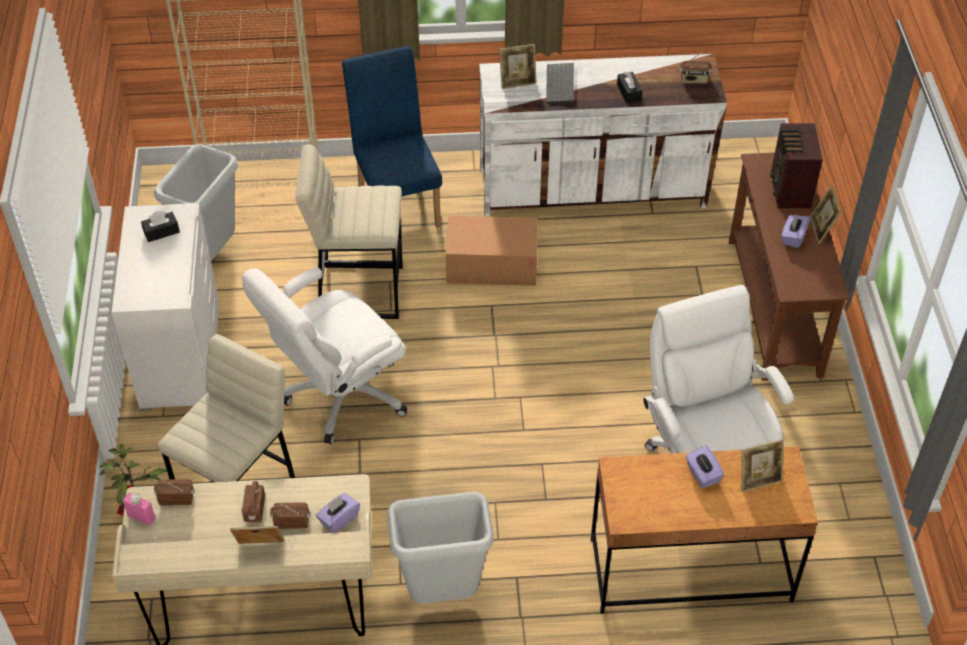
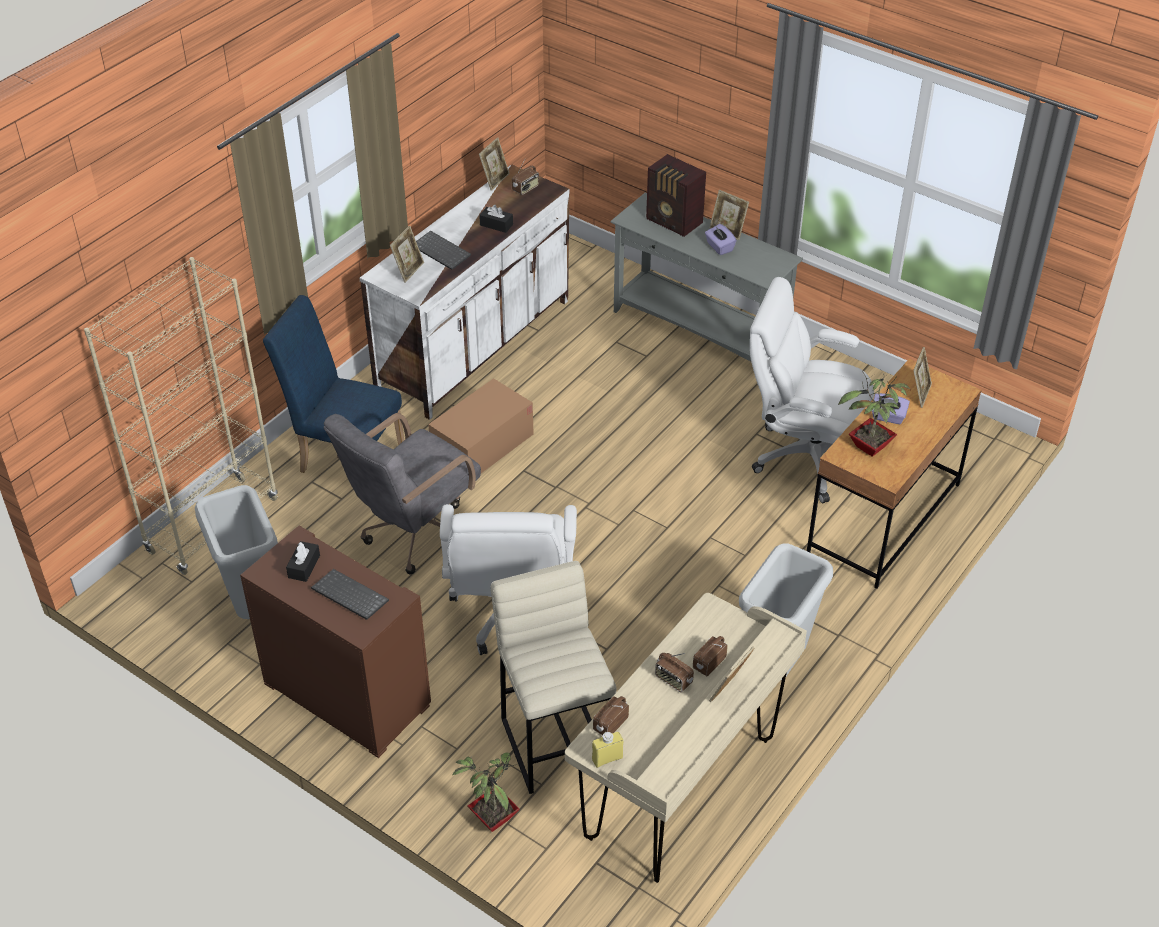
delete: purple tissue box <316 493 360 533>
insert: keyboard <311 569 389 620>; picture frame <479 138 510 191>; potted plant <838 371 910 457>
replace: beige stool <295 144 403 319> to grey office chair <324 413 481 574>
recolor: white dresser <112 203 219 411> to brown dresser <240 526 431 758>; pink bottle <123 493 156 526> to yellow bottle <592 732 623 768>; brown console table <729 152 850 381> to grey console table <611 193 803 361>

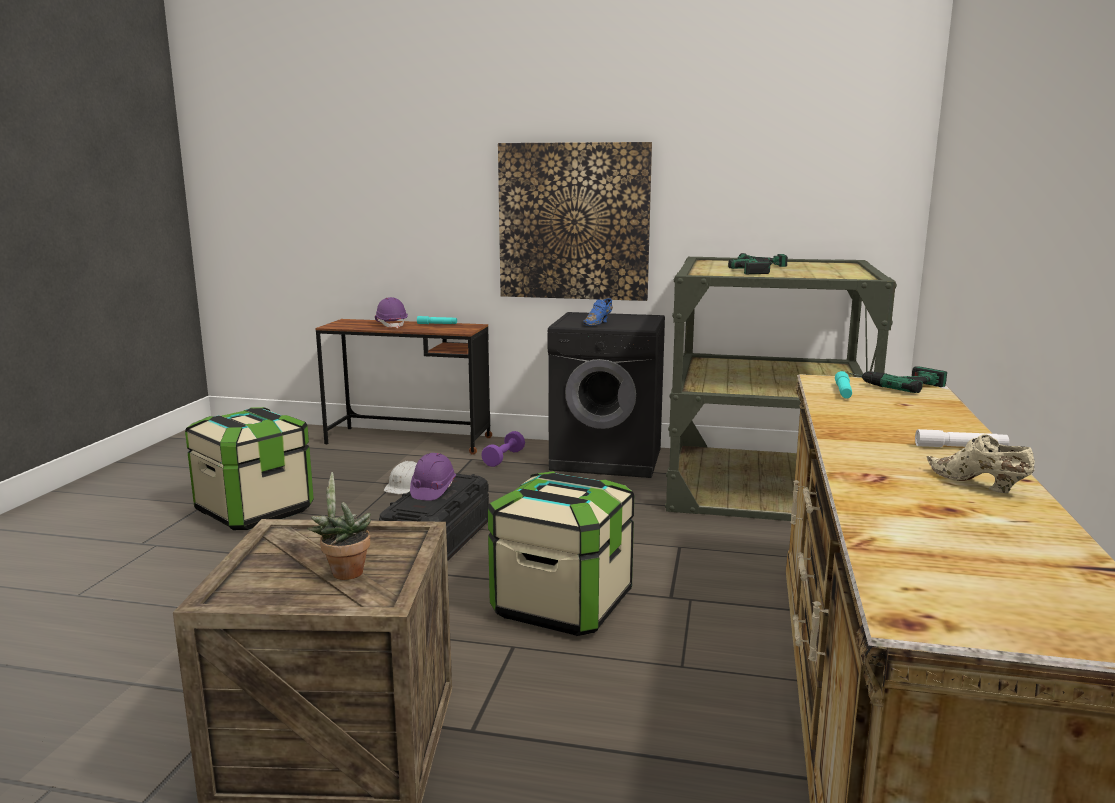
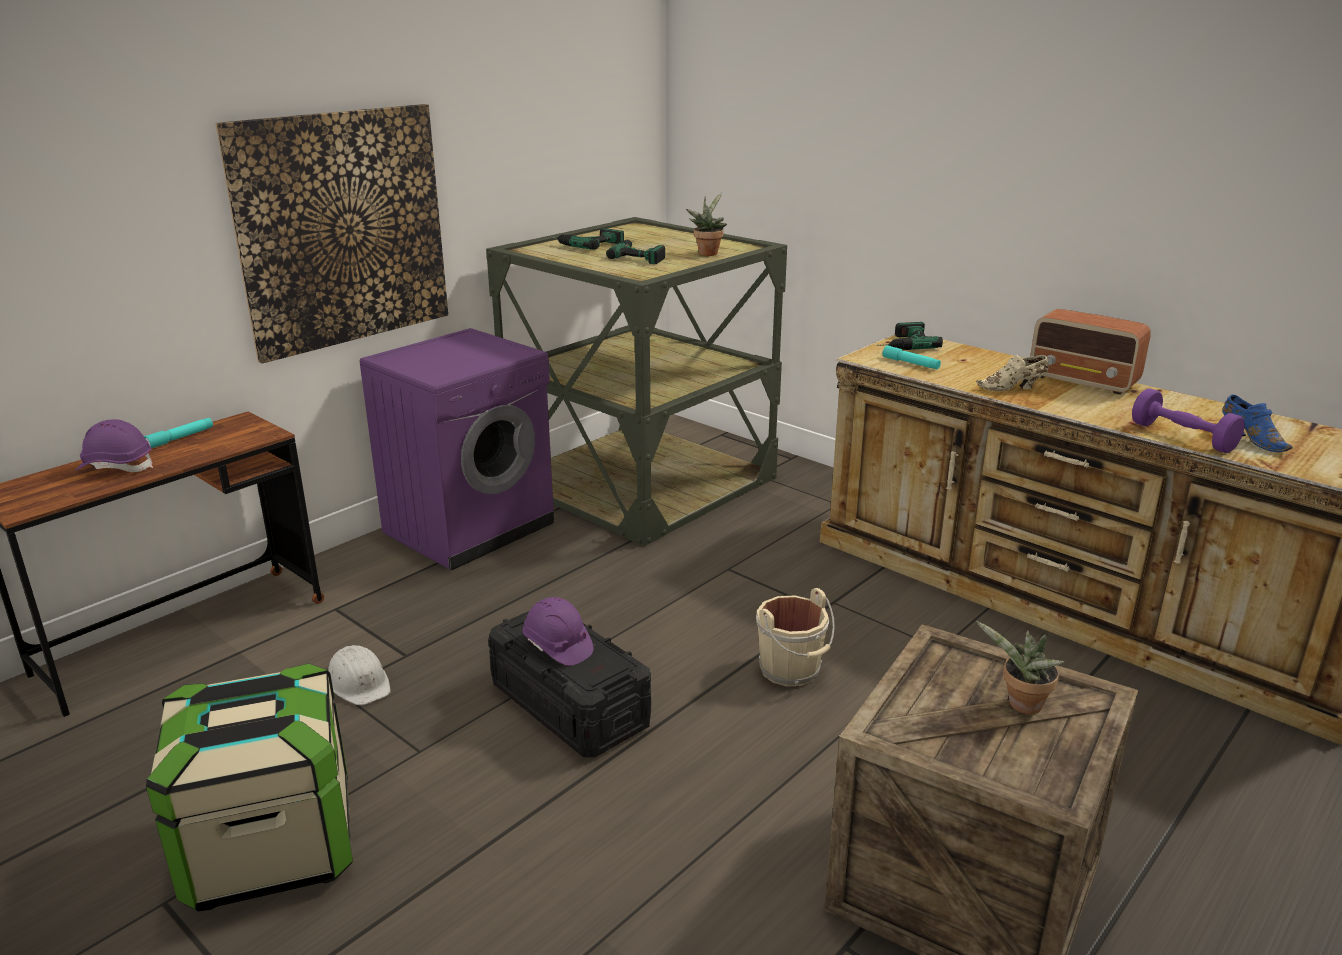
insert: potted plant <686 193 727 256>
move: purple dumbbell <481 431 525 467> to <1132 389 1245 453>; blue shoe <583 298 613 326> to <1222 394 1293 452>; beige shoe <927 434 1035 493> to <976 355 1049 391>
replace: storage box <488 471 634 636> to beige bucket <756 588 835 687>; white flashlight <915 429 1009 447> to radio <1030 309 1151 395>
recolor: black washing machine <548 312 665 478> to purple washing machine <360 328 554 570>

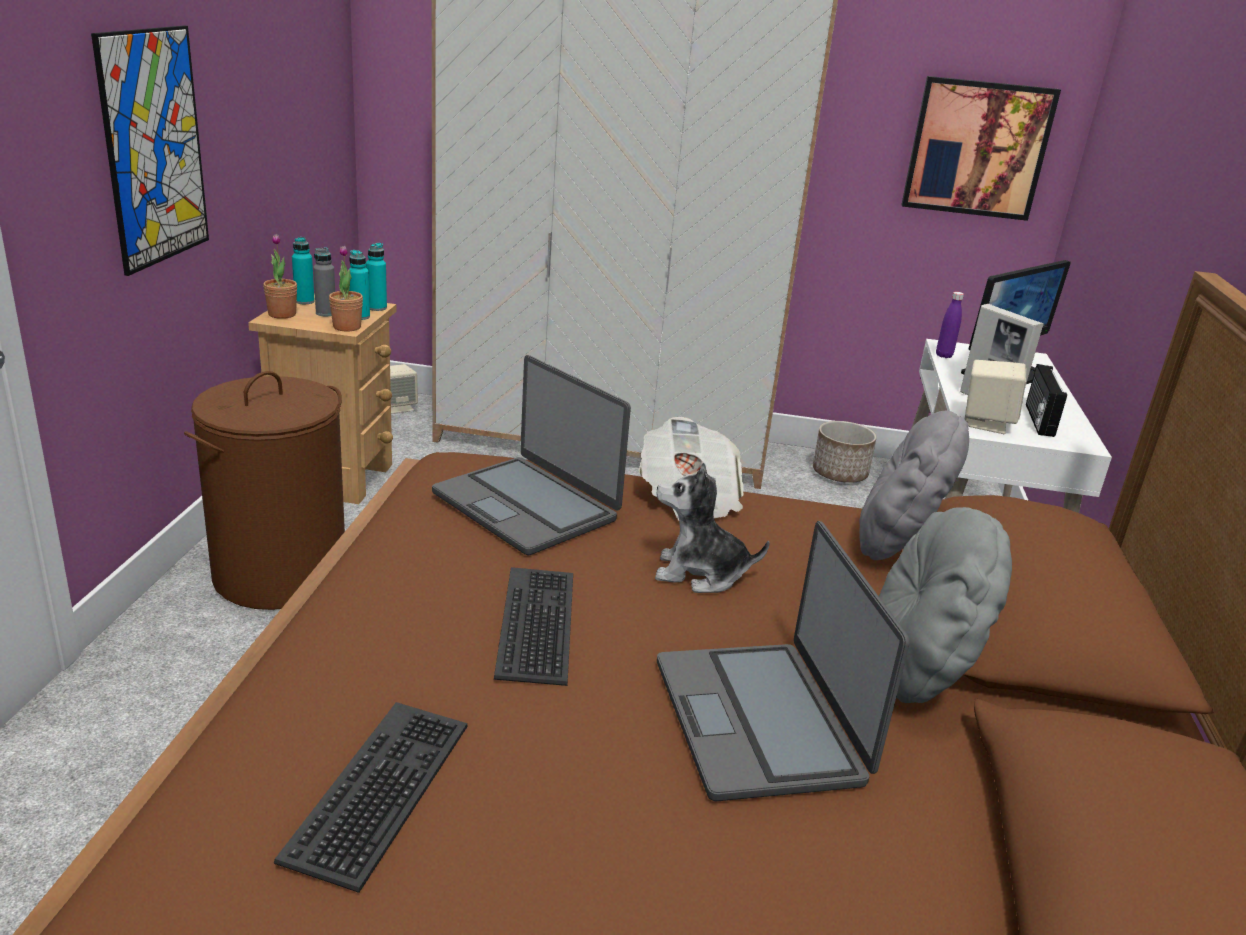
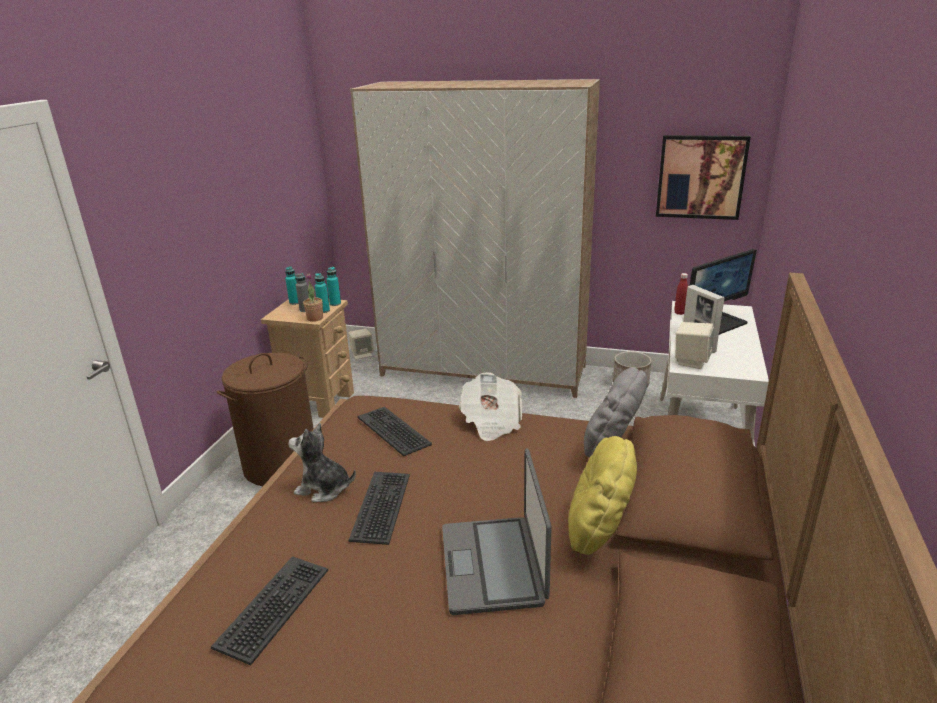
delete: picture <91 25 209 276>; potted plant <263 234 297 319>; radio <1026 364 1067 437>
move: plush toy <655 462 770 593> to <288 423 356 502>
replace: laptop <432 355 631 555> to keyboard <358 407 432 456>
recolor: grey pillow <879 507 1012 703> to yellow pillow <568 436 637 555>; purple bottle <936 292 964 358> to red bottle <674 273 688 315>

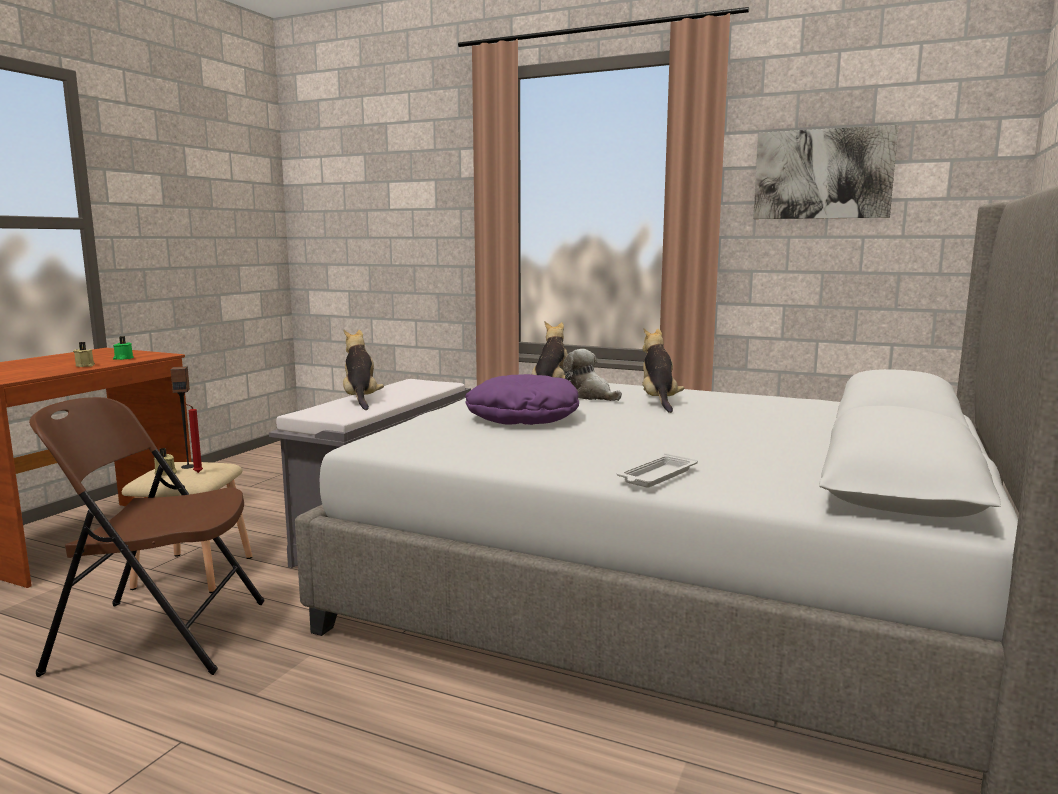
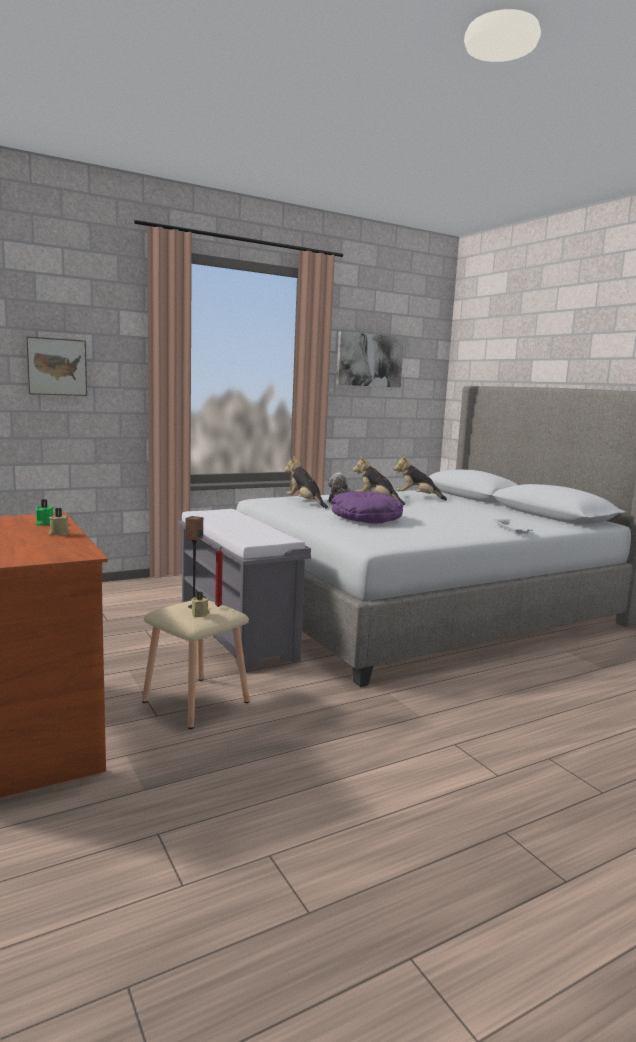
delete: brown chair <29 397 265 677>
insert: picture <26 336 87 396>
move: plush toy <343 330 384 410> to <394 456 447 500>

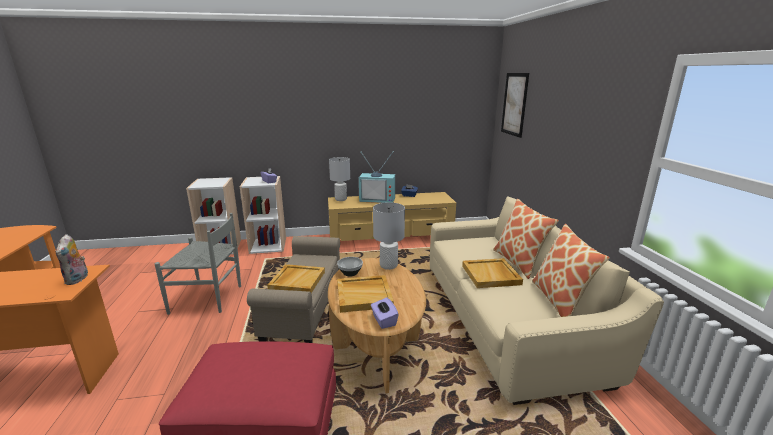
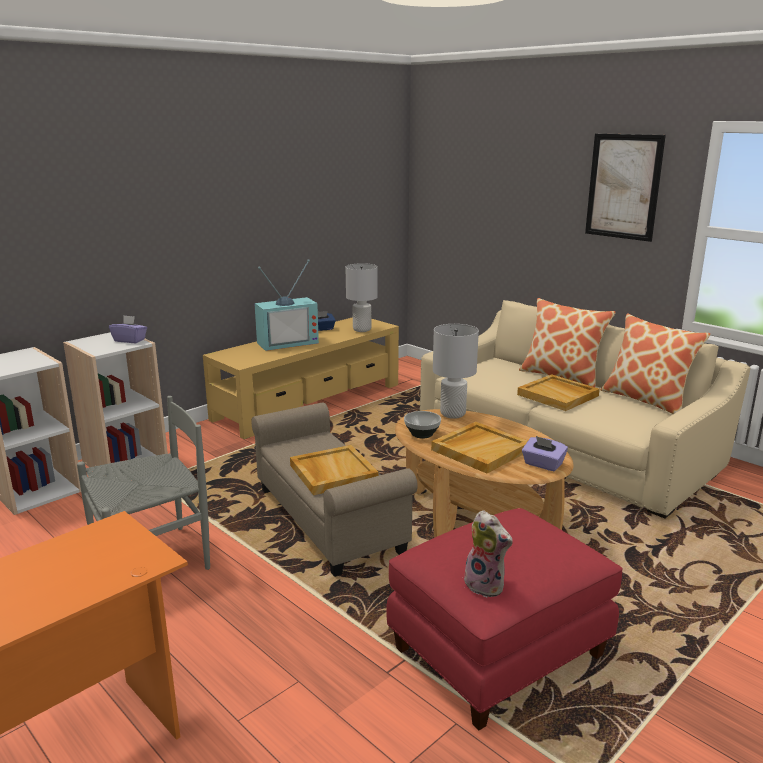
move: plush toy <56 234 88 285> to <464 510 513 598>; grey table lamp <329 157 350 201> to <346 263 378 332>; picture <501 73 529 138> to <585 133 666 242>

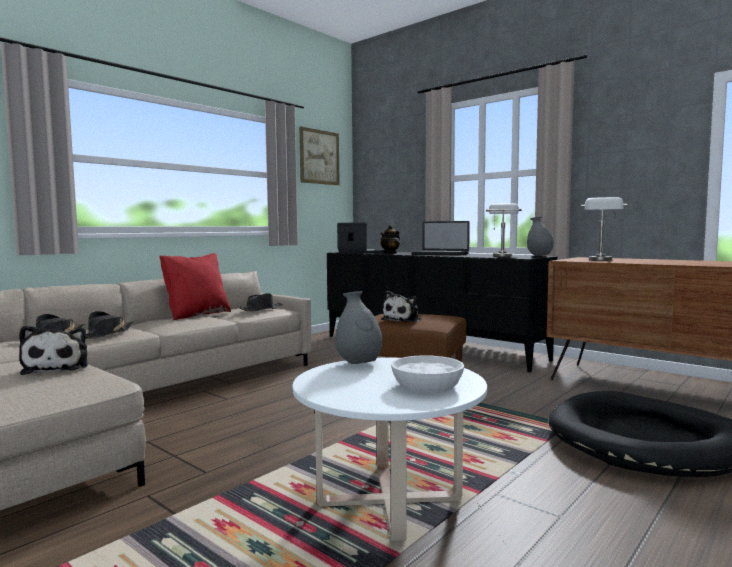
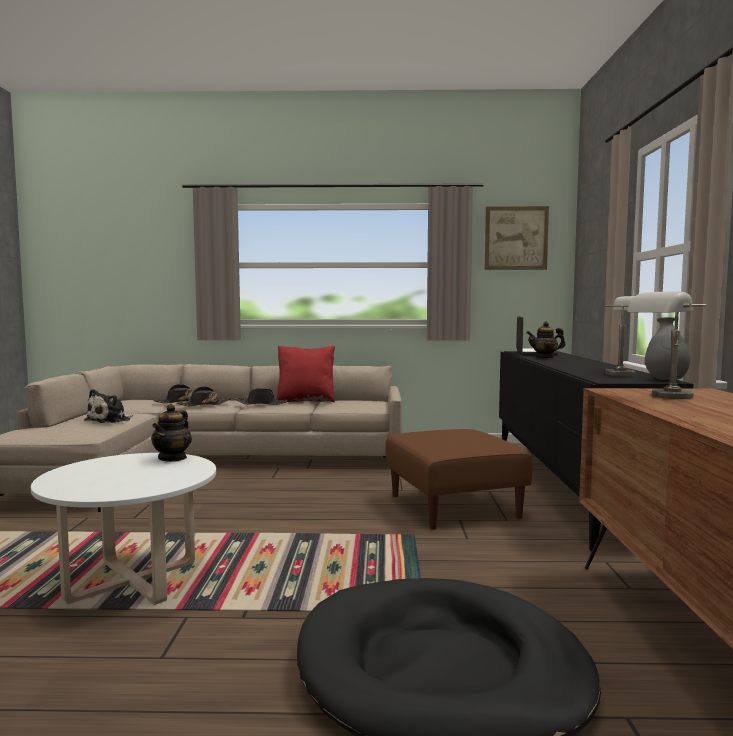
delete: plush toy <381 291 421 322>; white bowl <391 355 465 393>; laptop <412 221 470 256>
move: black hat <237 293 283 312> to <235 388 287 405>
replace: grey vase <335 291 382 364> to teapot <151 404 192 462>

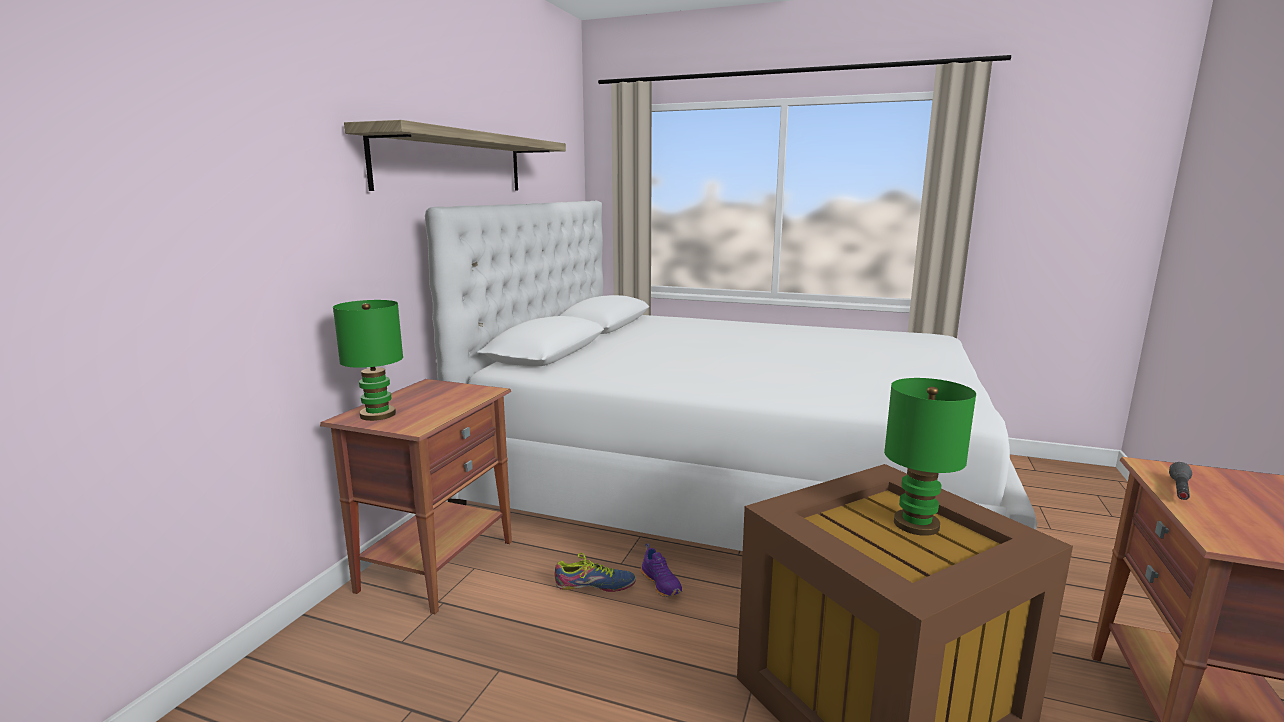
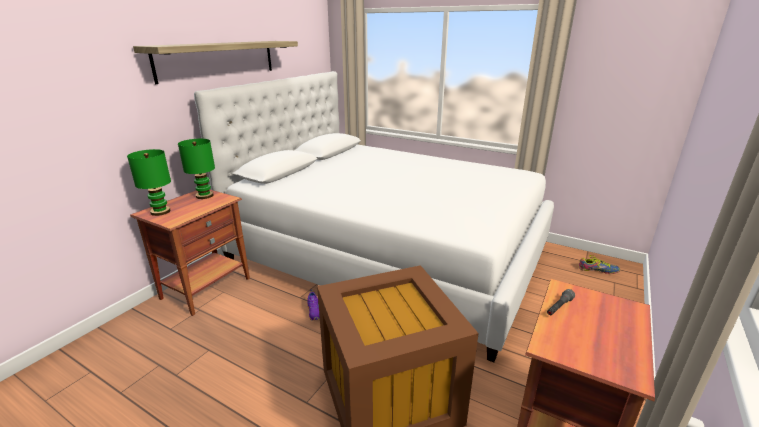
move: shoe <555 553 636 592> to <579 255 620 274>; green table lamp <884 378 976 536> to <178 139 215 199>

